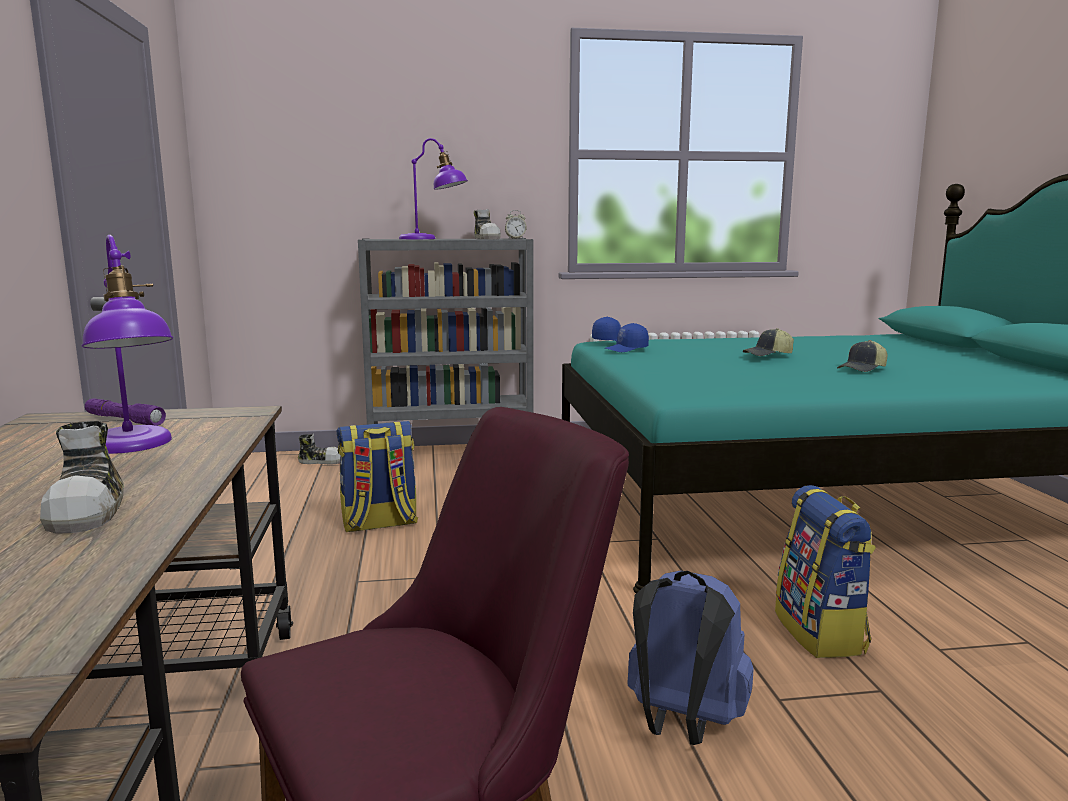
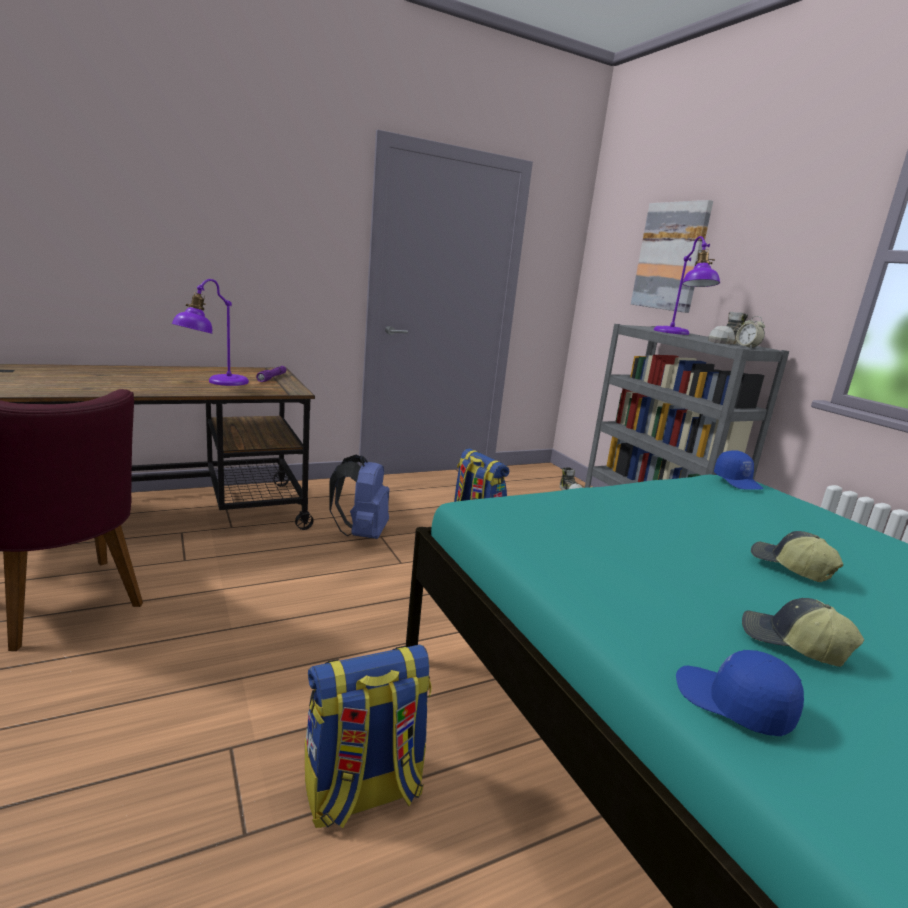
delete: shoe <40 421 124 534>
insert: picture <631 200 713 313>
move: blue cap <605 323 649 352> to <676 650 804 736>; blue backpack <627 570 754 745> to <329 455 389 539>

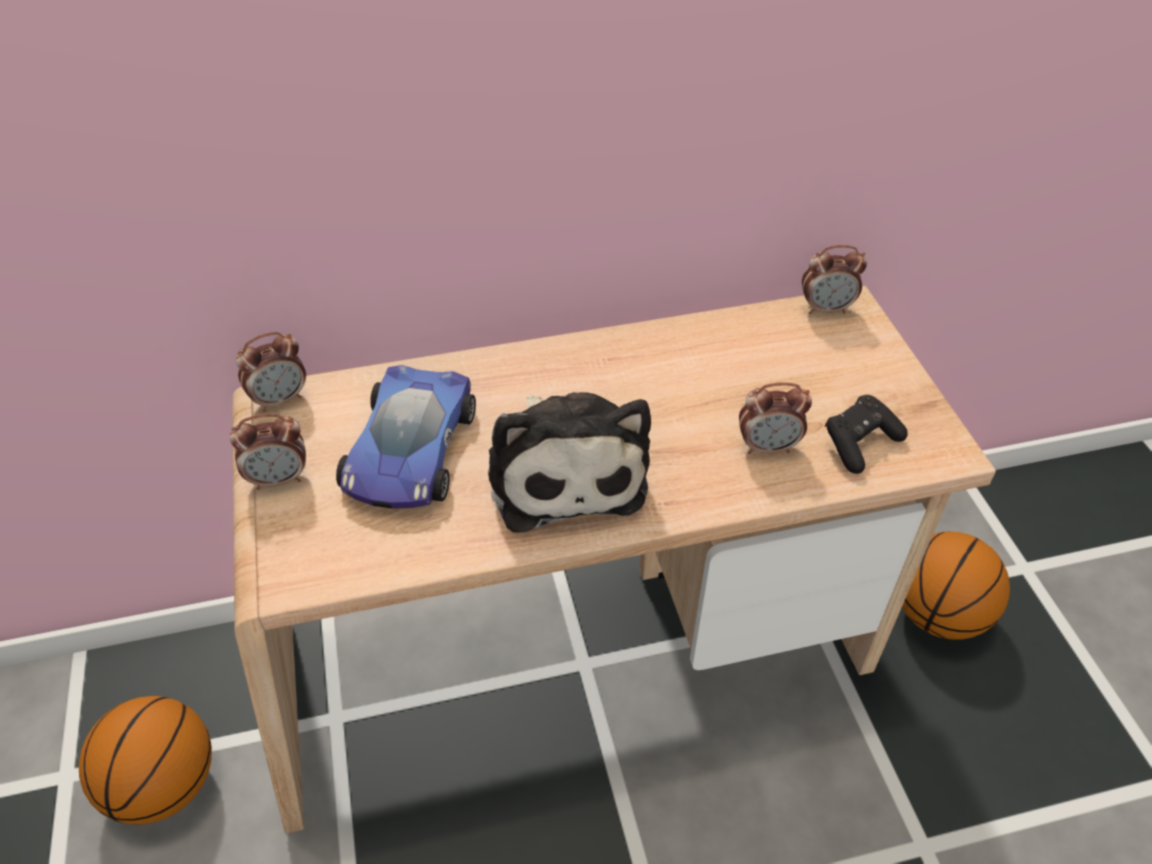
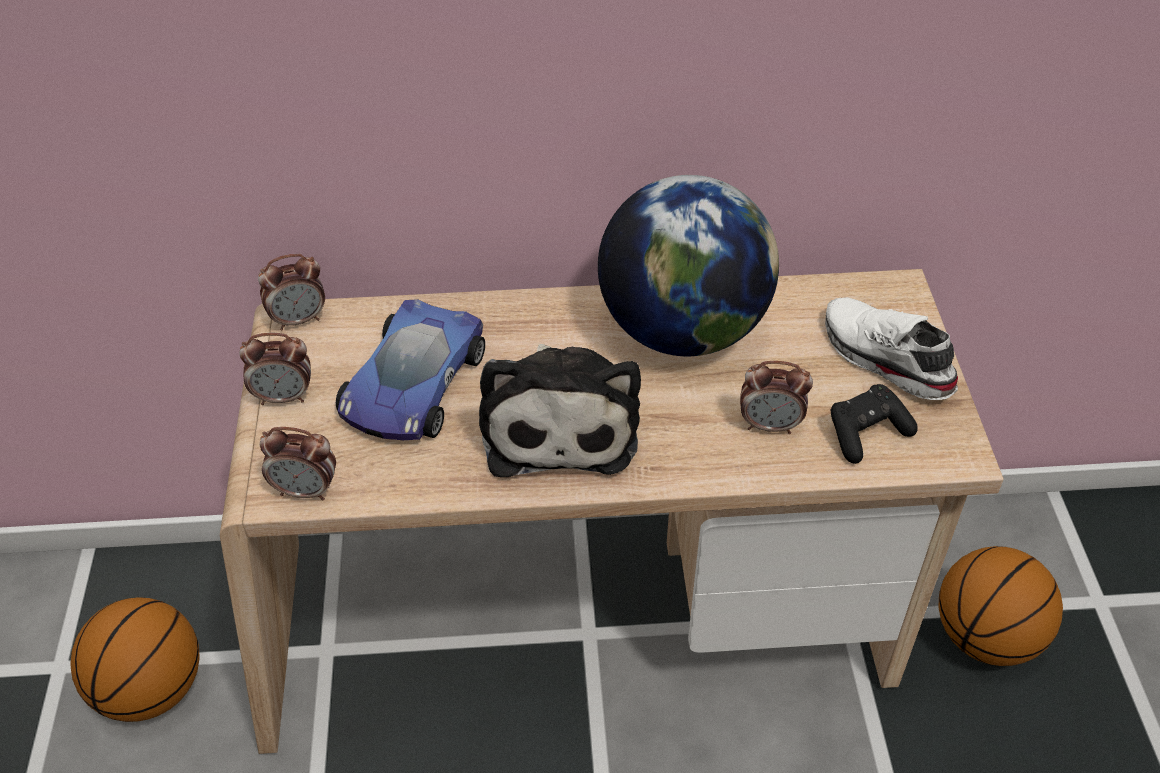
insert: globe <598 175 779 356>; white shoe <825 297 958 400>
move: alarm clock <802 245 867 314> to <260 427 336 500>

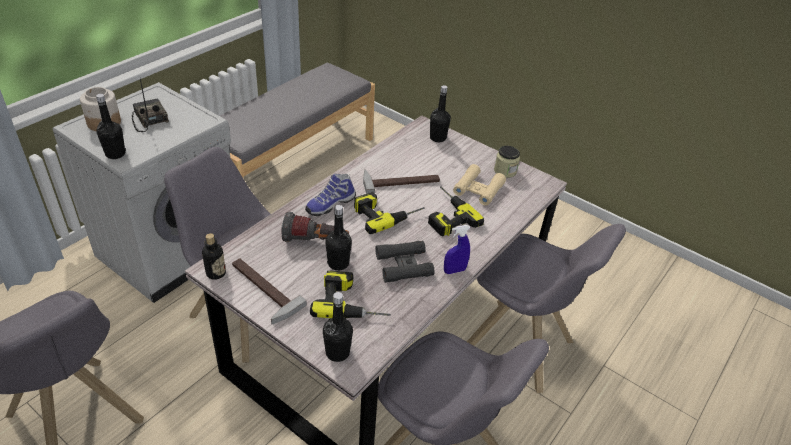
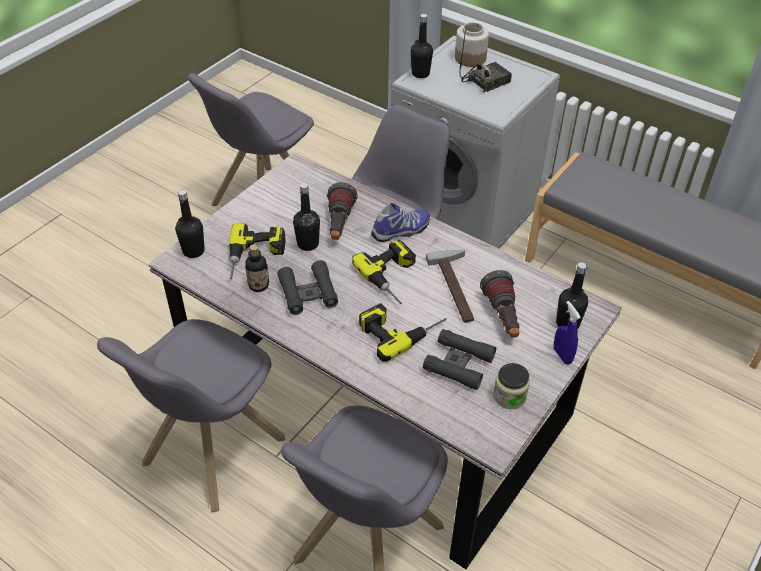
delete: hammer <232 258 307 325>
insert: flashlight <480 270 520 338>
move: bottle <202 233 226 280> to <245 244 269 292>; blue spray bottle <444 225 470 274> to <554 301 581 365>
recolor: beige binoculars <453 164 506 206> to black binoculars <423 329 496 390>
rotate: shoe <305 174 356 216> = <371 203 430 242> 105 degrees clockwise

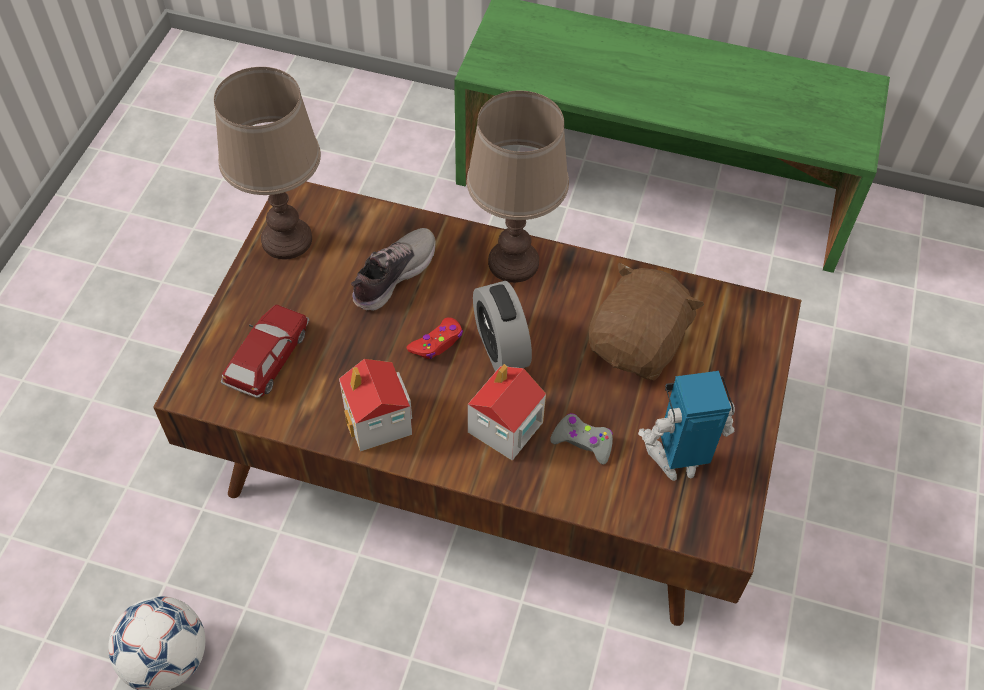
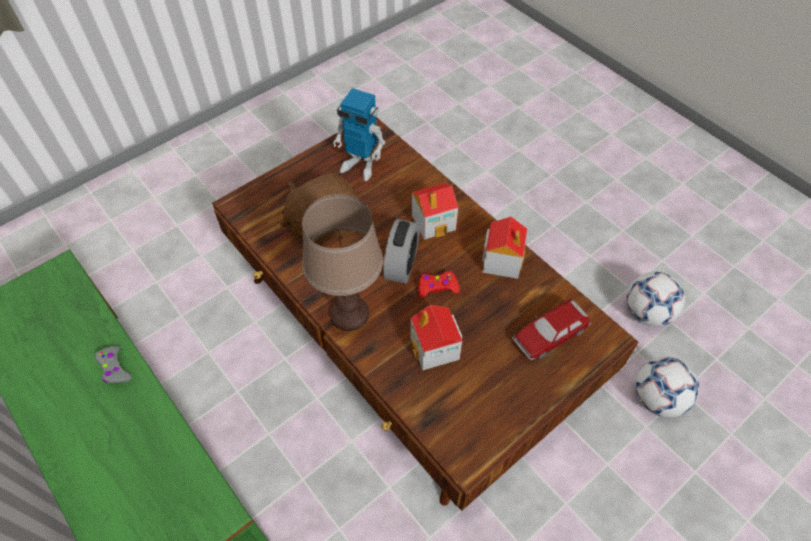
delete: brown table lamp <214 67 321 259>
insert: football <635 357 699 417>
move: grey game controller <550 413 613 465> to <95 346 132 383>
replace: shoe <351 228 436 311> to toy house <410 305 462 371>

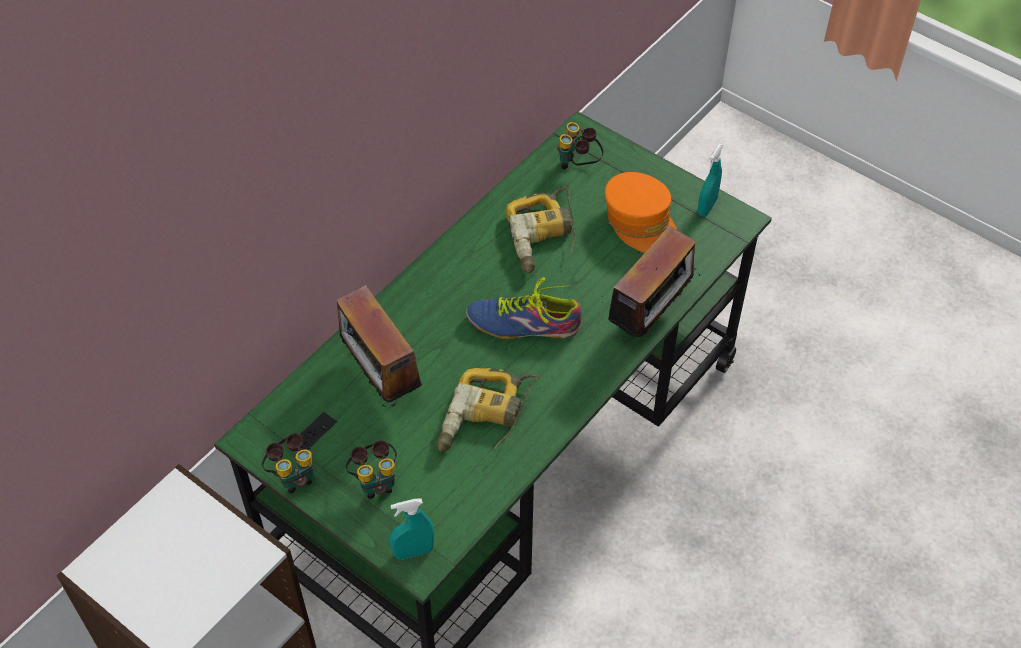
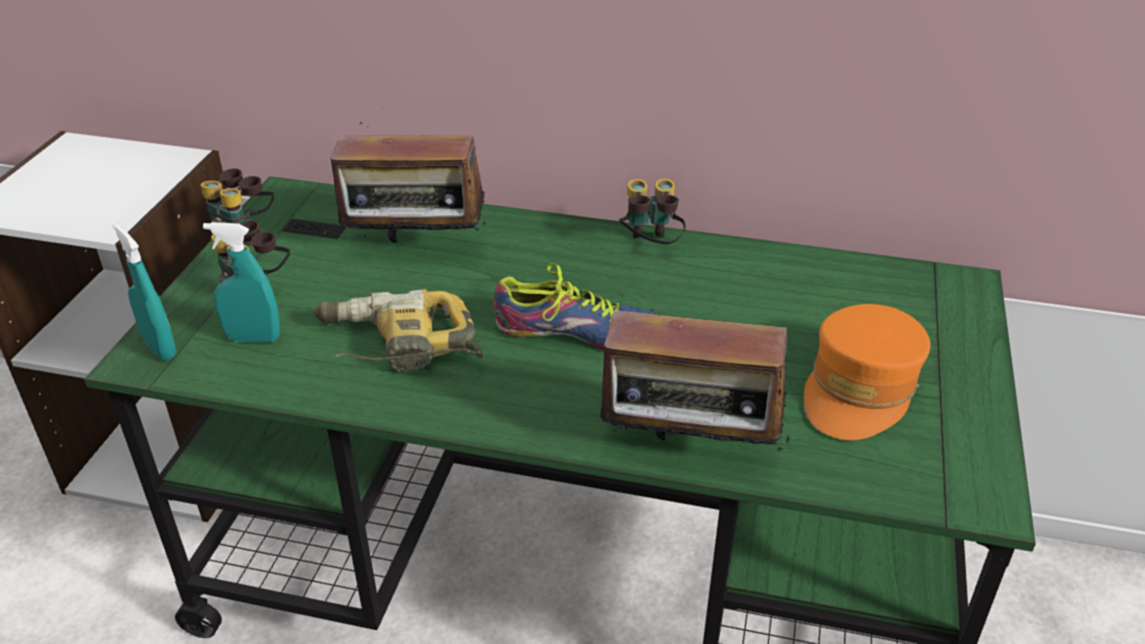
delete: power drill <506 186 576 273>
move: binoculars <557 122 604 169> to <619 179 686 244>; turquoise spray bottle <698 143 723 217> to <203 222 280 343>
rotate: radio <337 285 422 407> = <330 122 486 243> 120 degrees counterclockwise; shoe <466 277 582 339> = <494 263 658 351> 120 degrees clockwise

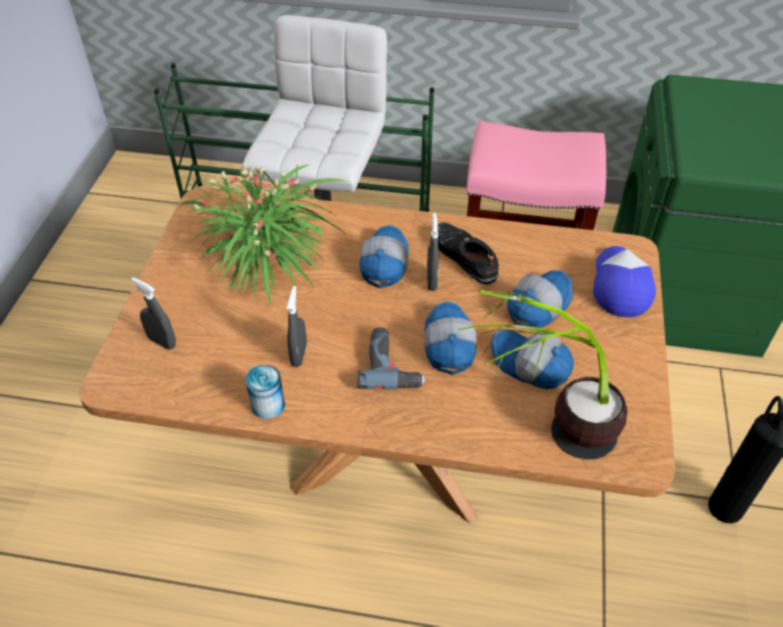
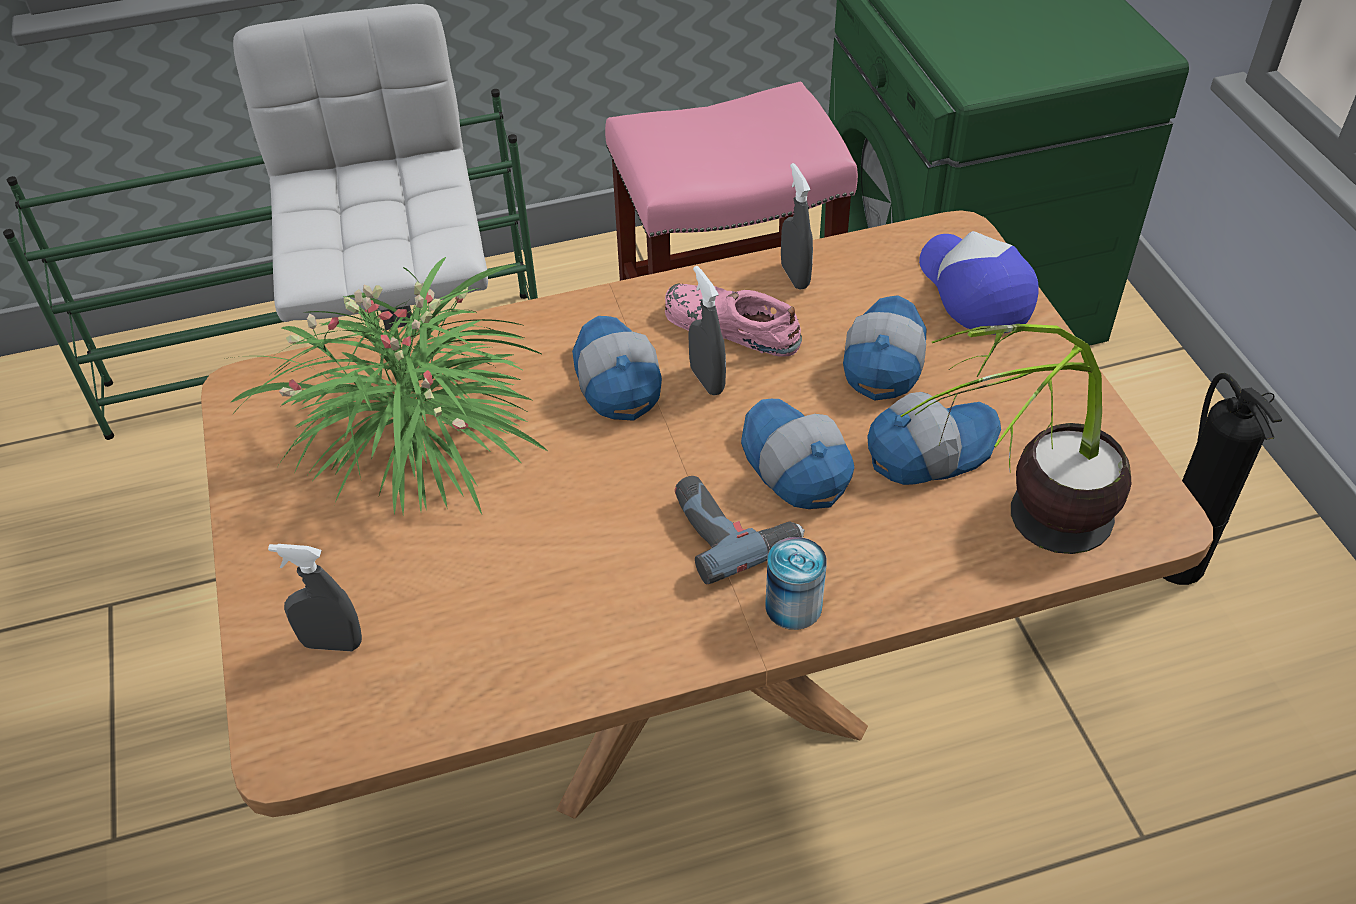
move: can <246 365 285 419> to <765 537 827 630>; grey spray bottle <287 286 307 367> to <781 163 813 290>
recolor: black shoe <438 222 499 284> to pink shoe <665 283 802 357>
rotate: cap <491 329 574 390> = <867 392 1001 485> 150 degrees clockwise

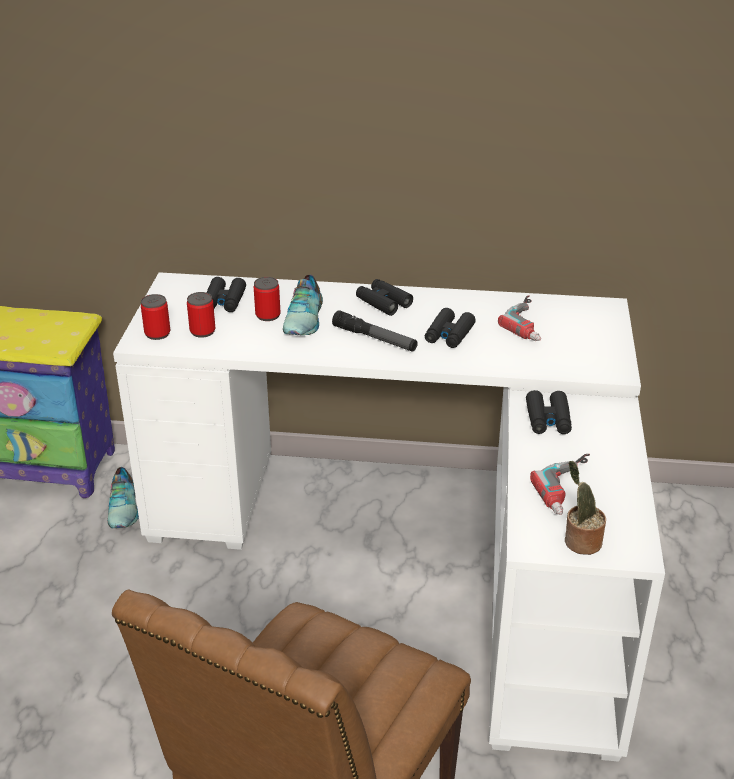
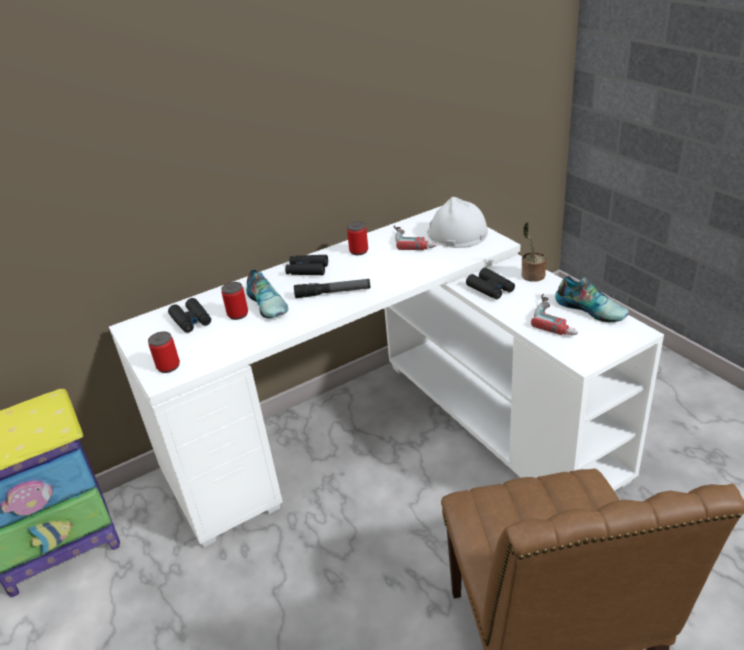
delete: black binoculars <425 308 476 348>
insert: white hard hat <428 197 488 248>
move: shoe <108 467 139 529> to <555 276 629 322>; can <187 292 216 338> to <347 221 368 255>; potted plant <565 461 606 555> to <522 222 547 282>

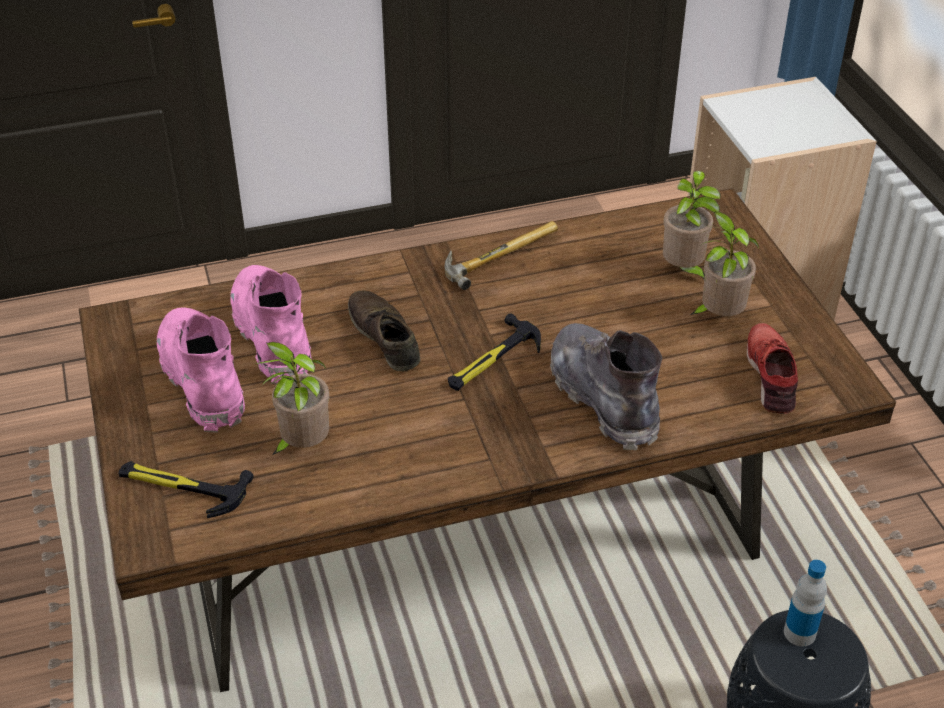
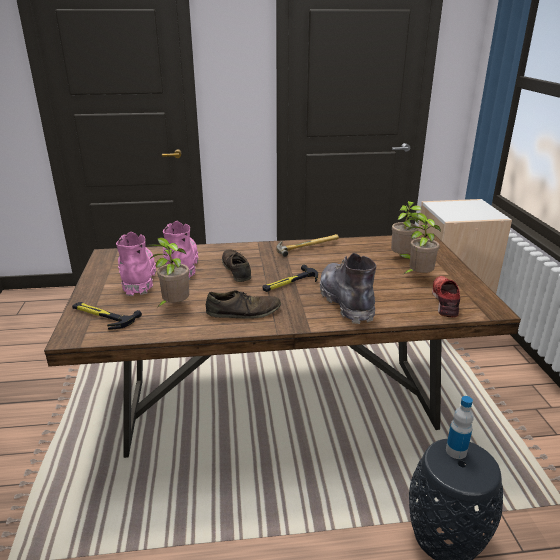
insert: brown shoe <206 290 281 319>

